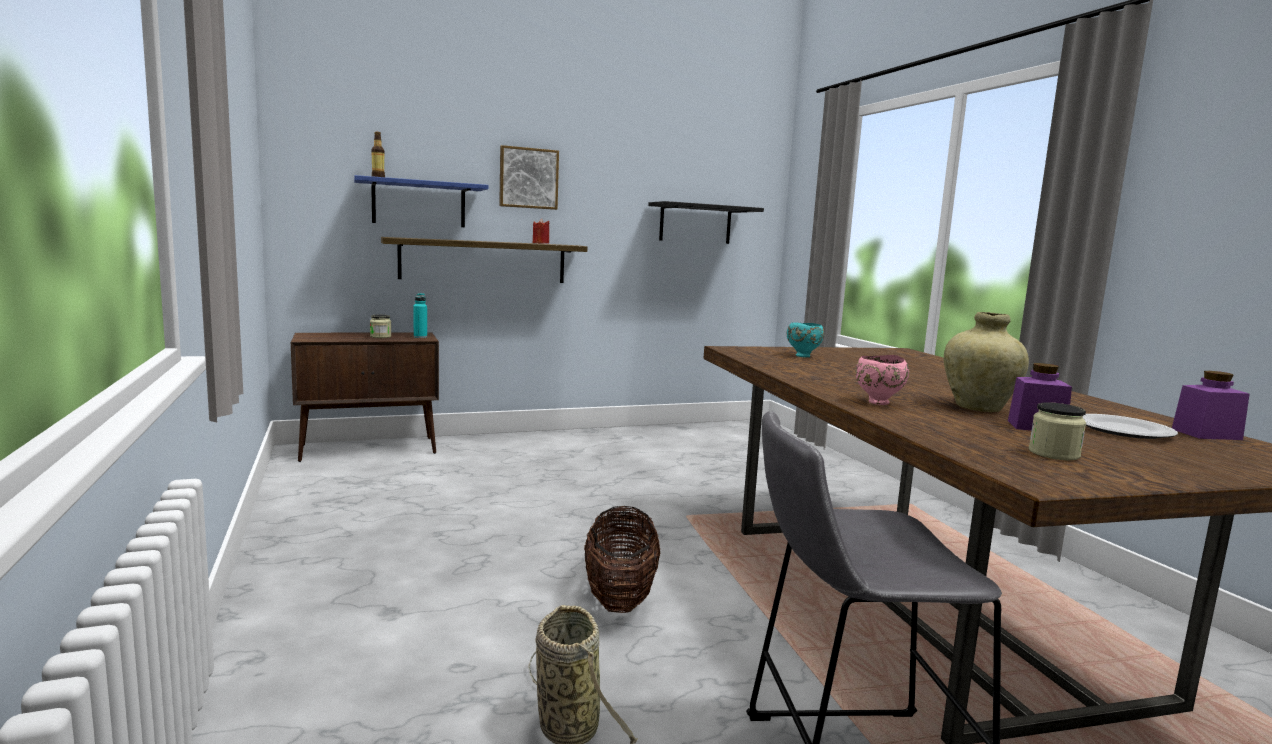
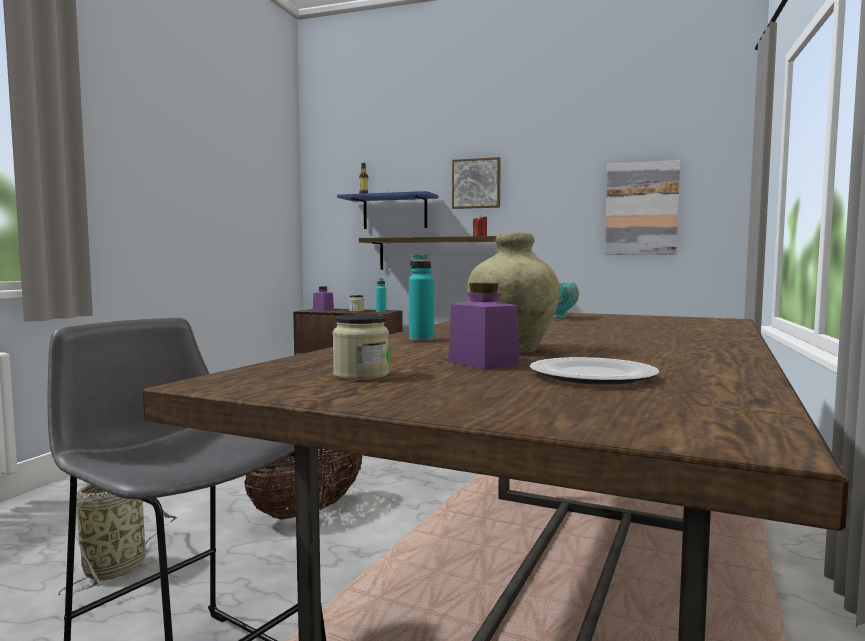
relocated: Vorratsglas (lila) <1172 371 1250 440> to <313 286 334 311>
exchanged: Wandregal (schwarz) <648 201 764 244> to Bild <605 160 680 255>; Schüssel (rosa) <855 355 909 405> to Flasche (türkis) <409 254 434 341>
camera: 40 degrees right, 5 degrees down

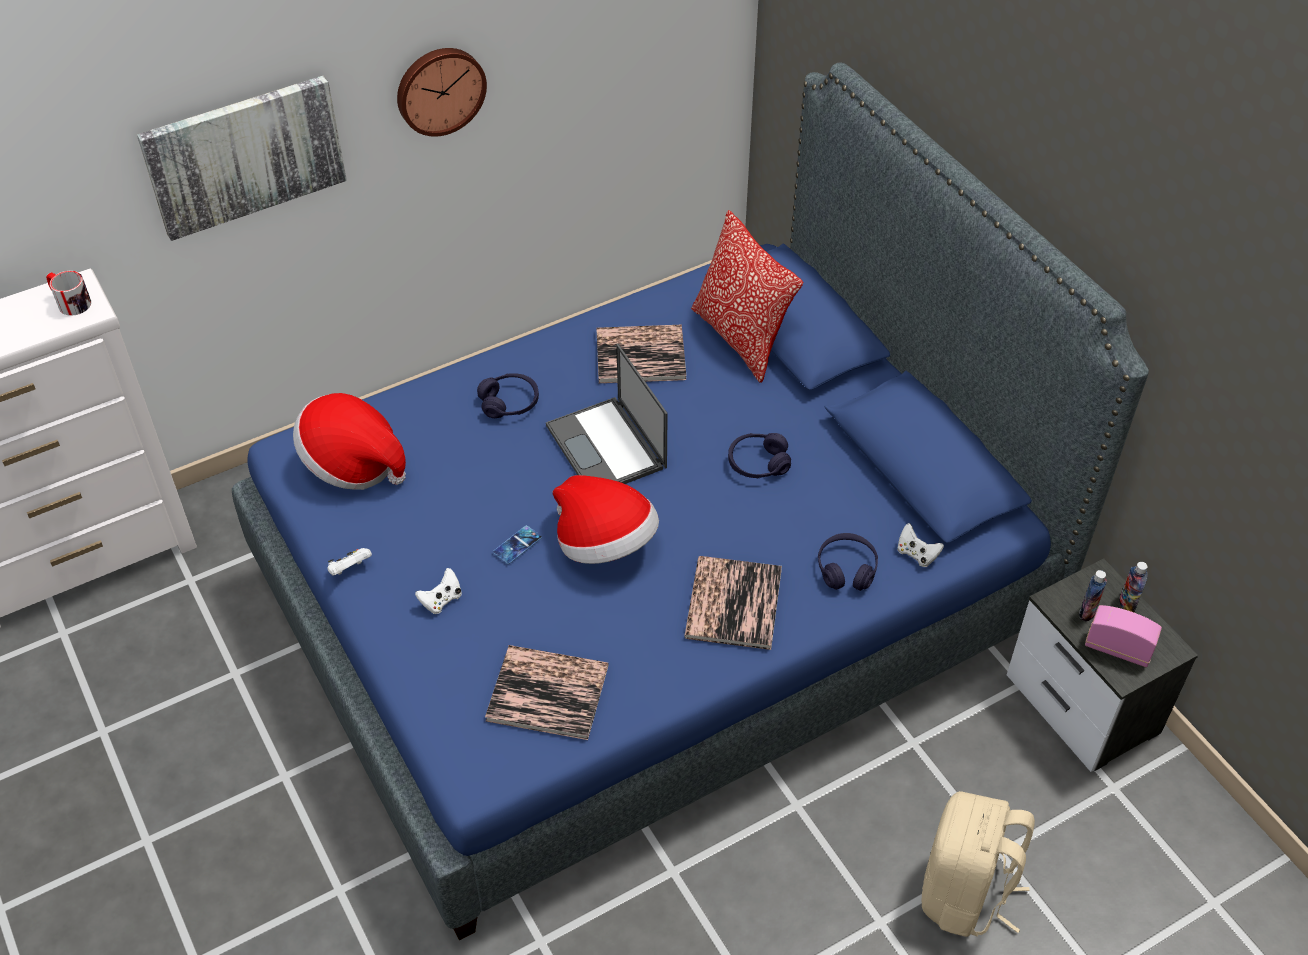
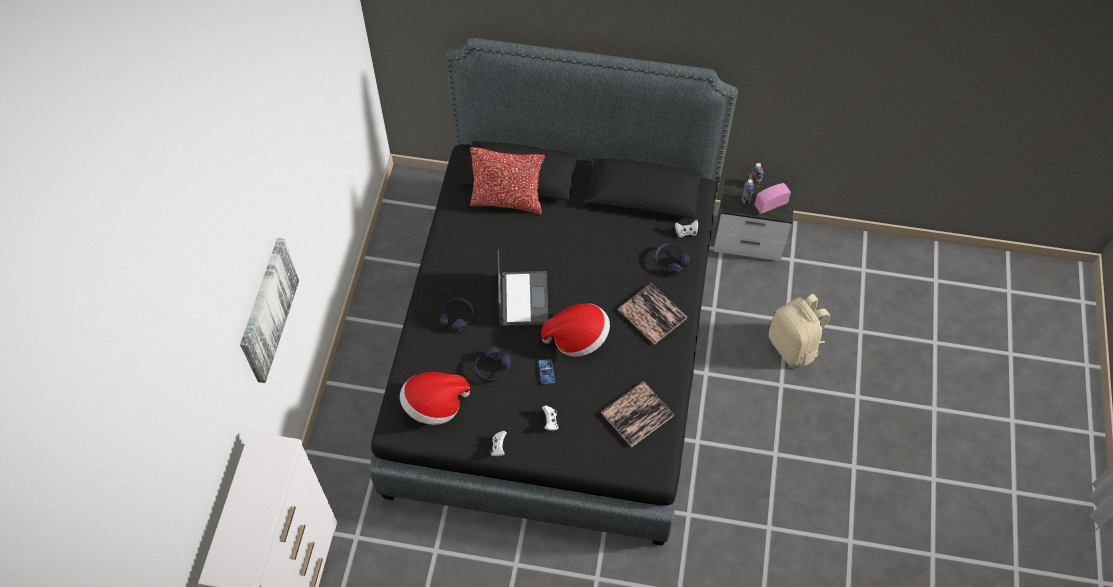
missing: Wanduhr <397 48 487 137>; Henkelbecher <46 271 91 316>; Buch <596 325 686 383>
relocated: Kopfhörer (lila) <728 433 791 478> to <475 347 511 382>
colour: Bett (blau) <232 62 1149 940> to Bett (schwarz) <369 38 738 546>
spun: Laptop <546 344 668 484> = <498 250 549 326> 105 degrees counterclockwise
camera: 50 degrees left, 10 degrees up

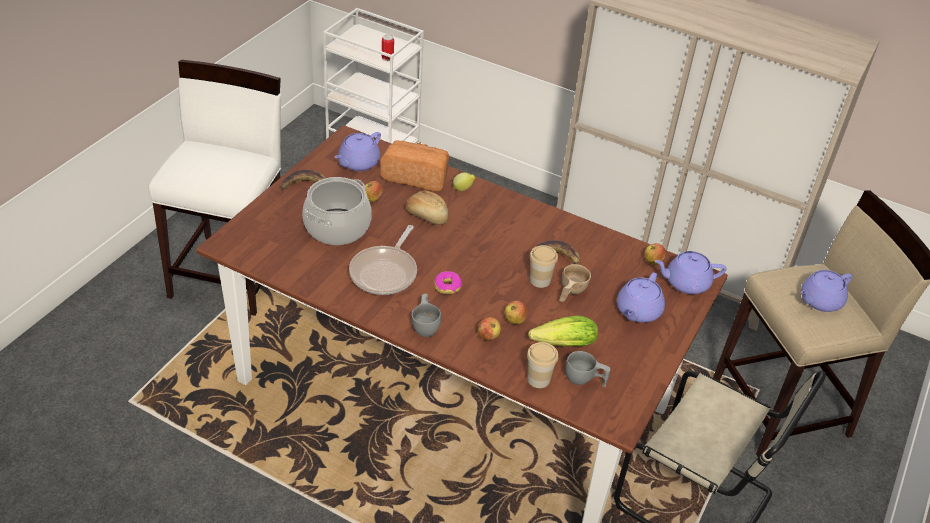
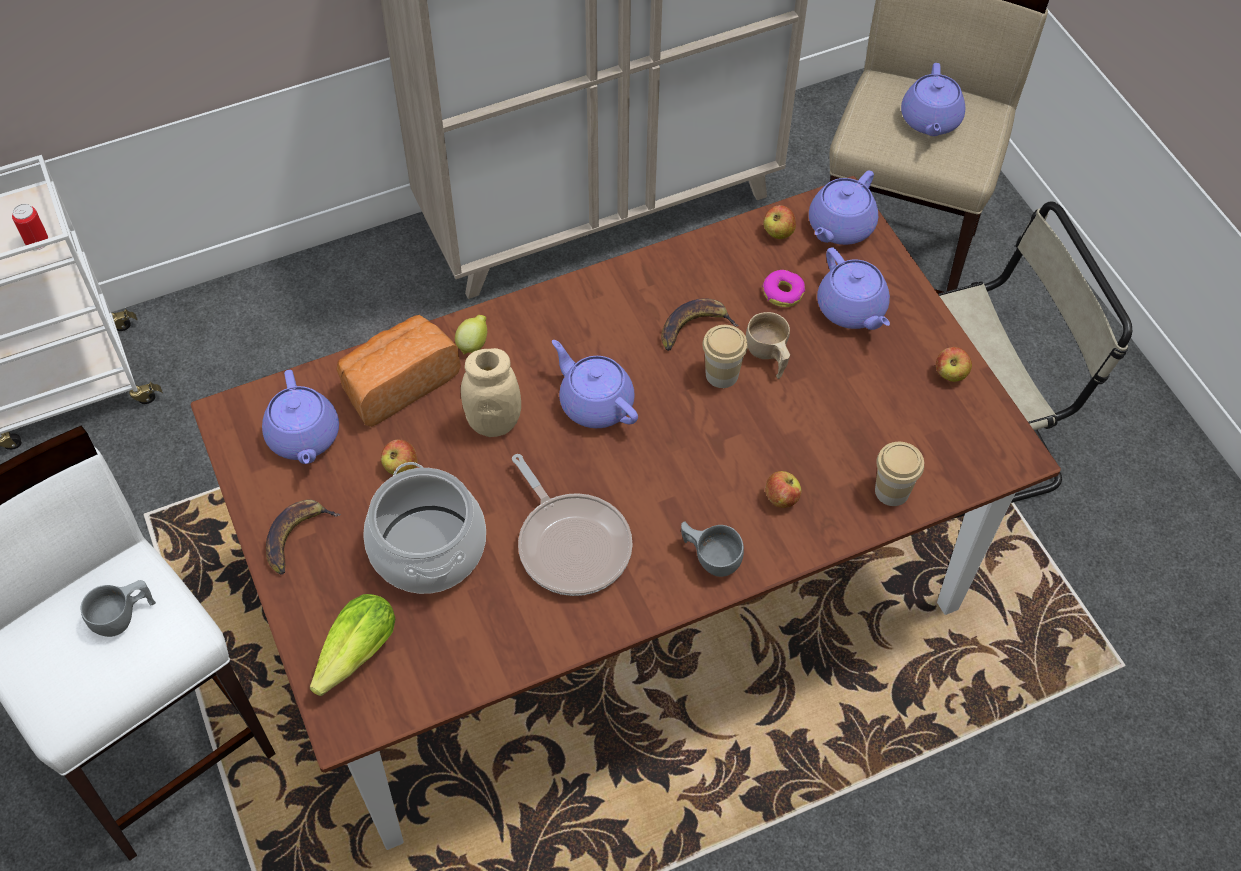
appeared: Teekanne (lila) <552 340 638 428>
relocated: Donut <434 271 462 294> to <762 270 805 307>; Apfel <505 301 527 324> to <936 347 972 382>; Salatkopf <528 316 598 347> to <310 594 395 696>; Tasse (grau) <565 351 611 387> to <80 580 156 637>
exchanged: Brot <405 190 449 225> to Vorratsglas (beige) <461 348 521 437>
camera: 50 degrees left, 15 degrees up

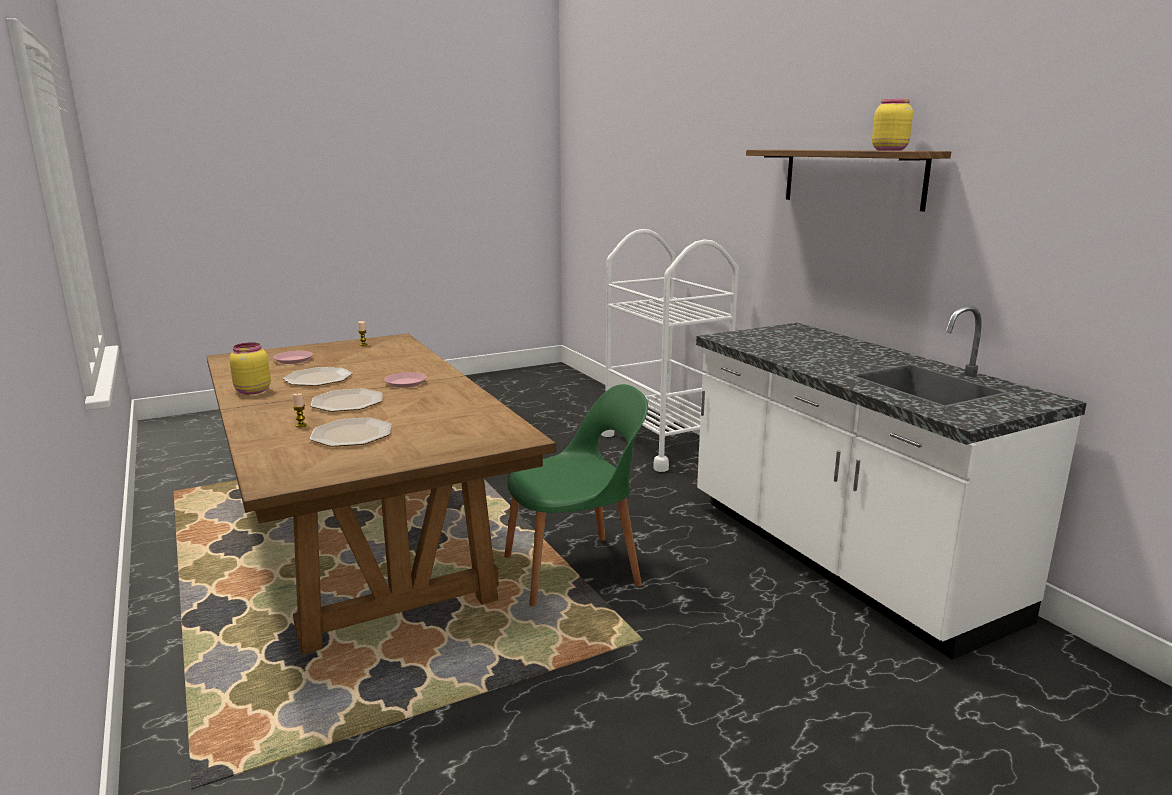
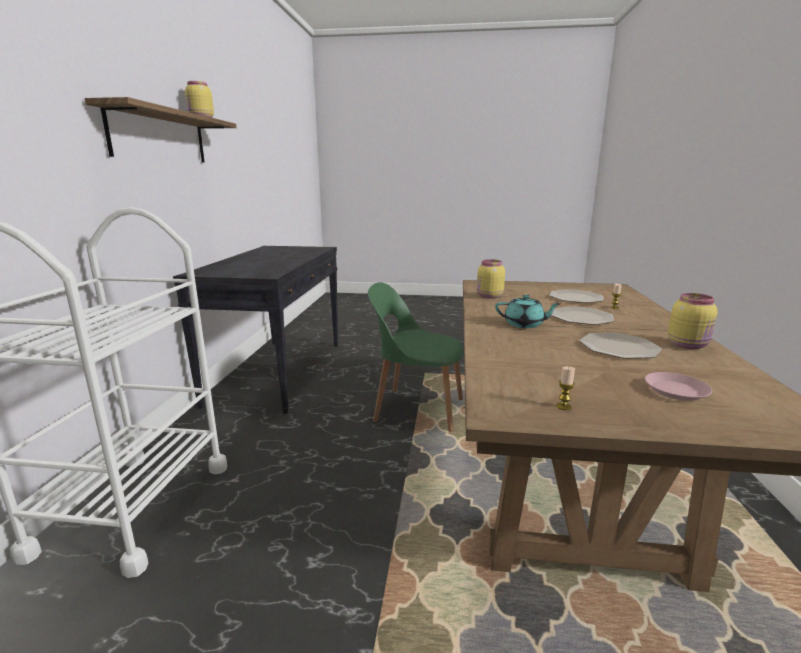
appeared: Vorratsglas (gelb) <477 259 505 299>
exchanged: Küchenzeile (weiß) <696 305 1087 660> to Konsolentisch (schwarz) <173 246 338 414>; Teller (rosa) <384 372 427 388> to Teekanne (türkis) <495 295 560 328>
camera: 145 degrees left, 0 degrees up

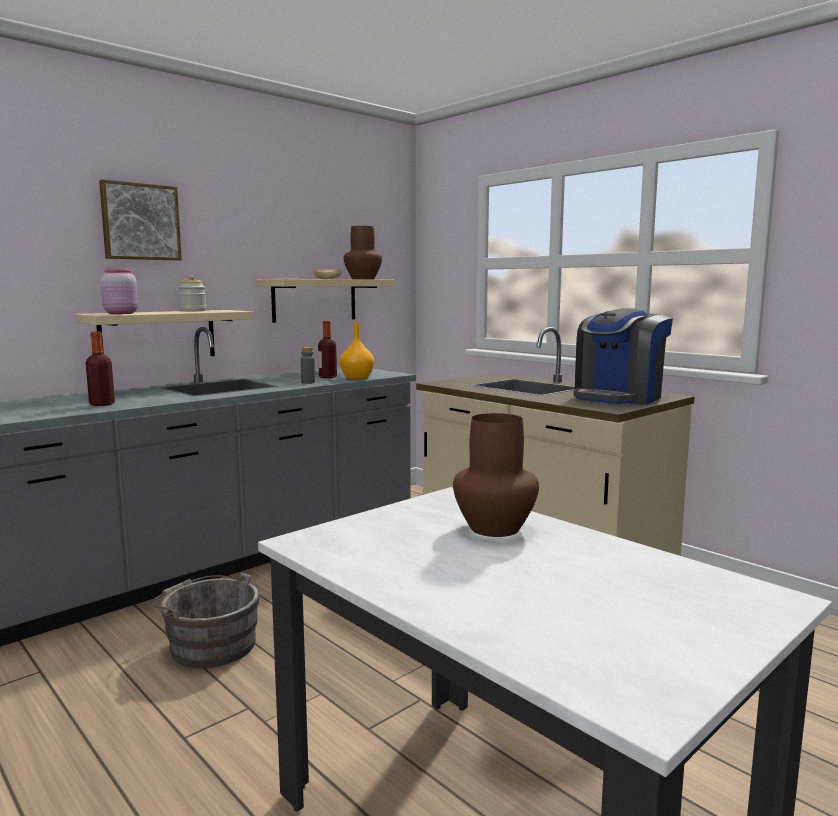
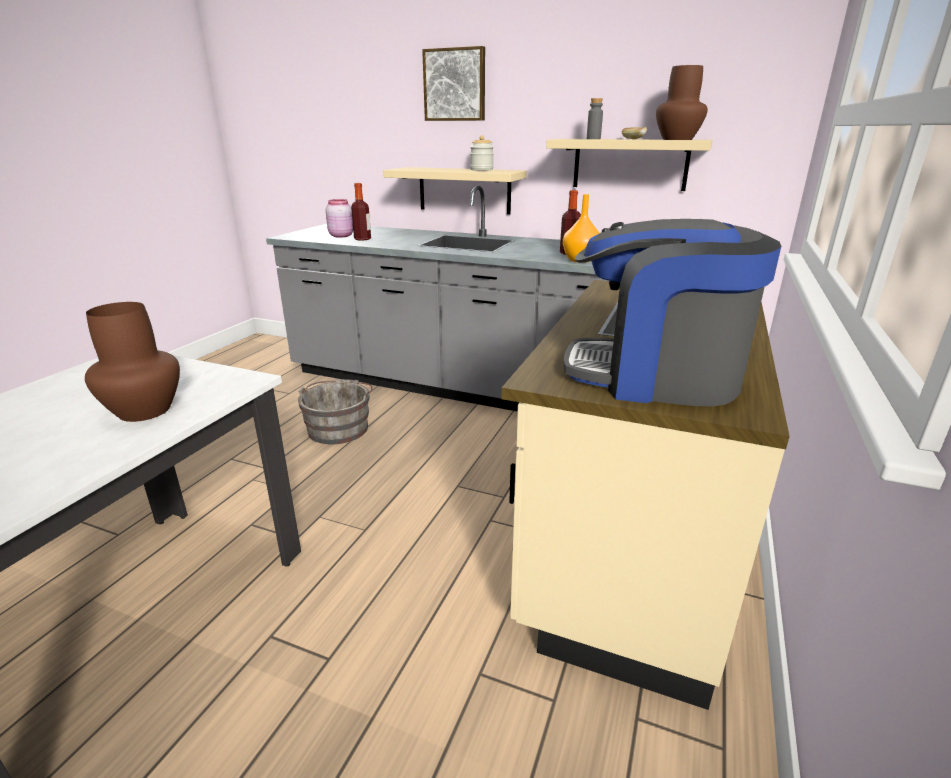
relocated: Vorratsglas (rosa) <101 268 138 314> to <326 199 353 237>; Flasche (grau) <301 347 315 384> to <587 98 603 139>
camera: 65 degrees right, 15 degrees up

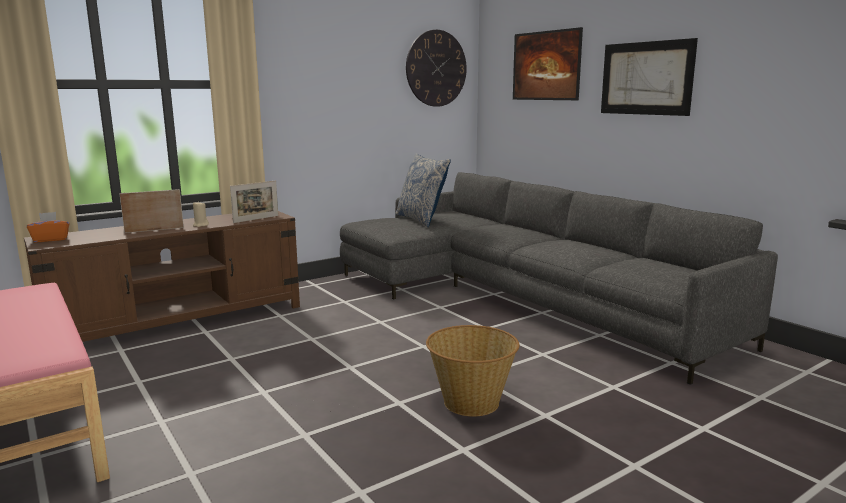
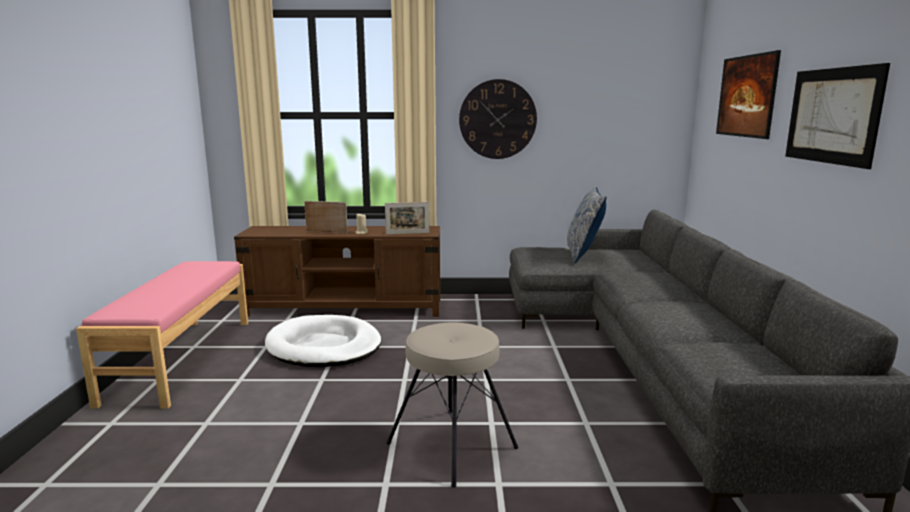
missing: Taschentuchbox (orange) <27 212 70 242>
appeared: Hundebett (weiß) <265 315 381 367>
relocated: Wanduhr <406 30 467 107> to <459 79 537 159>
exchanged: Korb <426 325 519 417> to Hocker (beige) <386 322 518 488>
camera: 35 degrees right, 0 degrees up

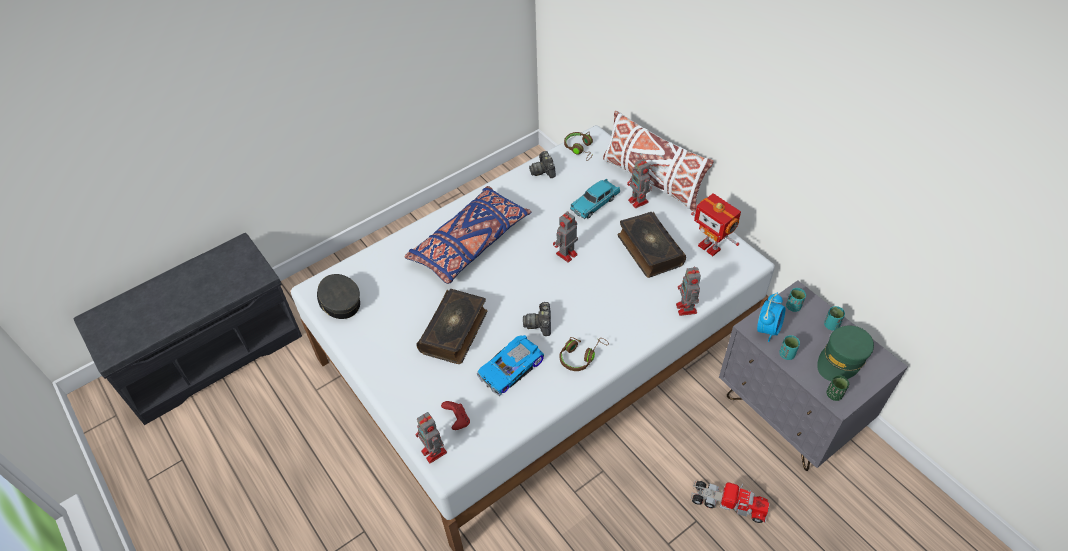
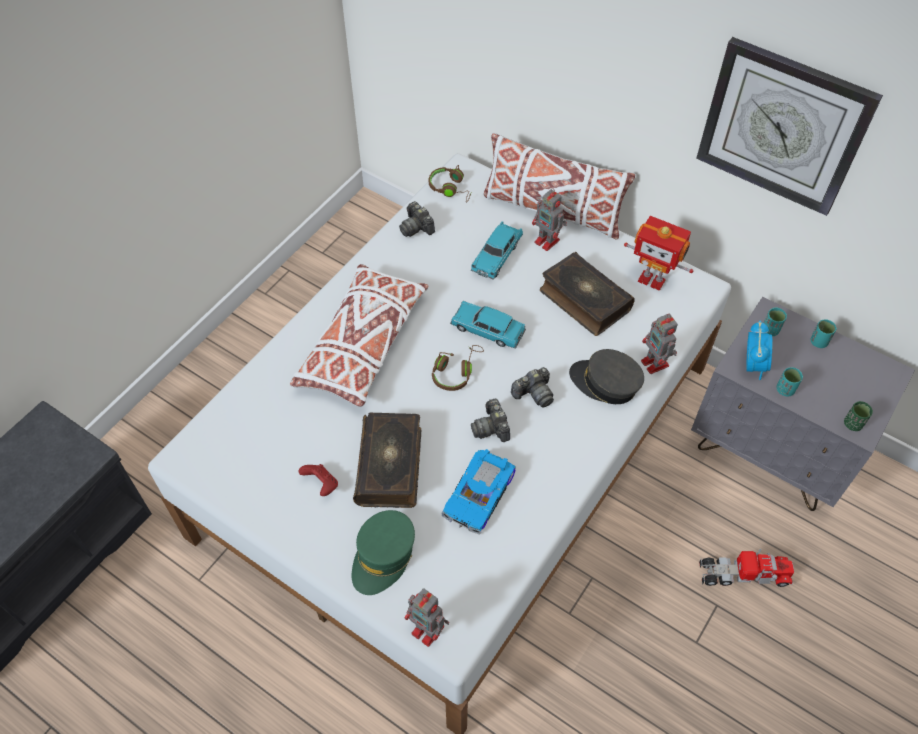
appeared: Wanduhr <696 37 883 216>; Kamera <511 367 554 408>
relocated: Kappe (grau) <317 274 360 319> to <569 349 644 404>; Kappe (grün) <817 325 874 381> to <352 510 415 595>; Kopfhörer (braun) <560 337 609 371> to <432 345 484 391>; Gamepad (rot) <441 401 470 430> to <298 464 338 496>
exchanged: Spielzeugroboter <553 211 578 263> to Spielzeugauto (türkis) <450 301 526 349>
colour: Kissen (blau) <404 186 532 284> to Kissen (weiß) <290 264 429 407>
camera: 20 degrees left, 5 degrees up

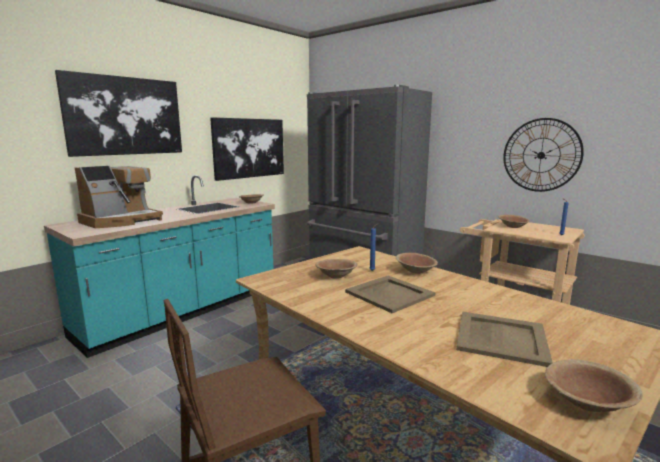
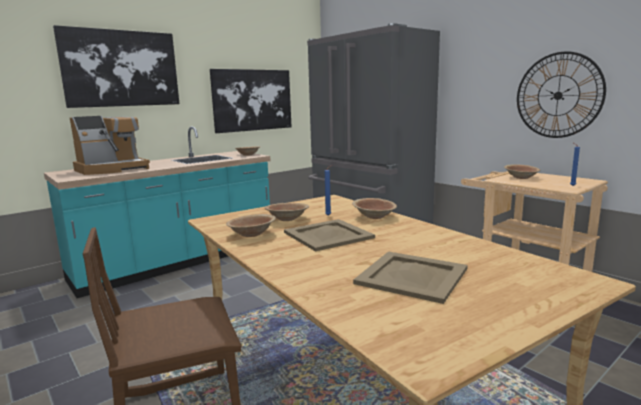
relocated: Schüssel (braun) <545 359 643 412> to <226 214 276 237>
camera: 10 degrees right, 0 degrees up

